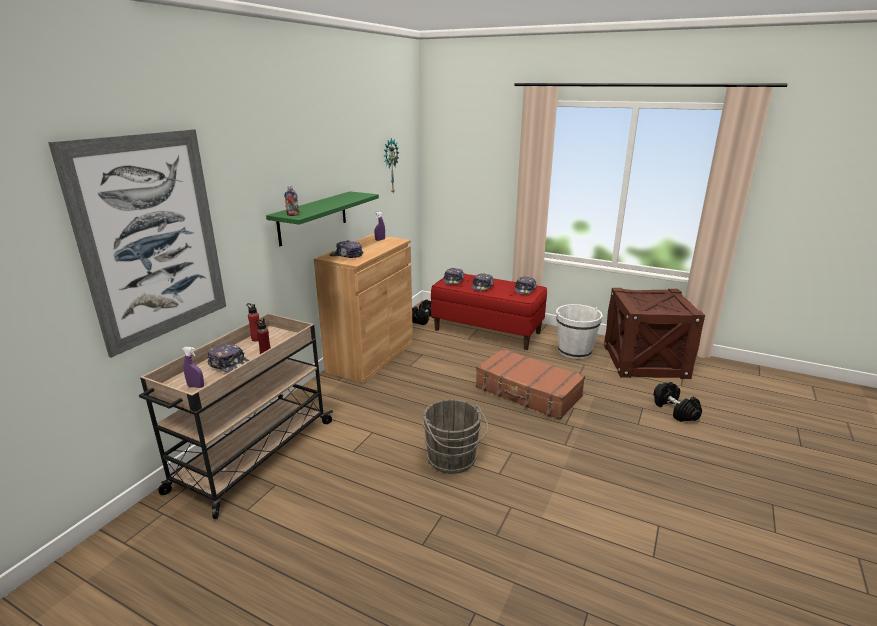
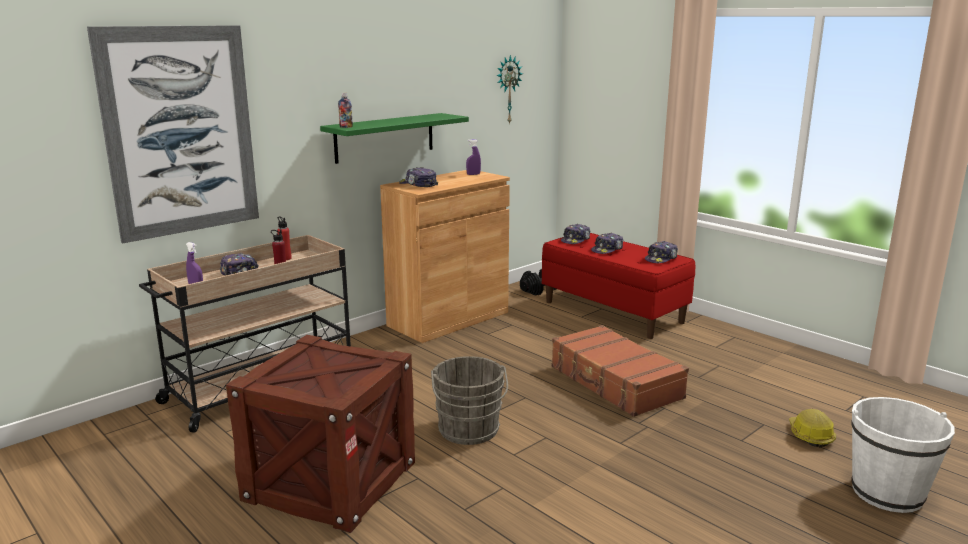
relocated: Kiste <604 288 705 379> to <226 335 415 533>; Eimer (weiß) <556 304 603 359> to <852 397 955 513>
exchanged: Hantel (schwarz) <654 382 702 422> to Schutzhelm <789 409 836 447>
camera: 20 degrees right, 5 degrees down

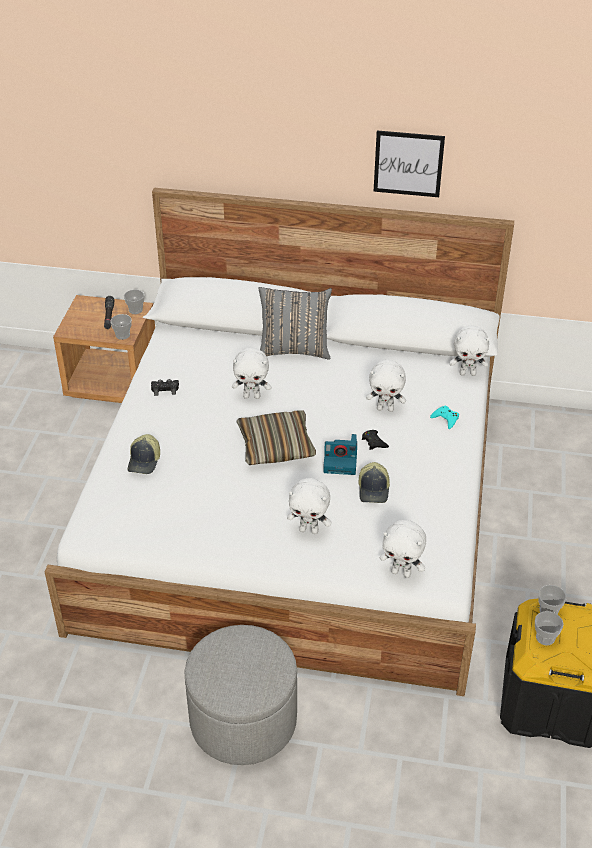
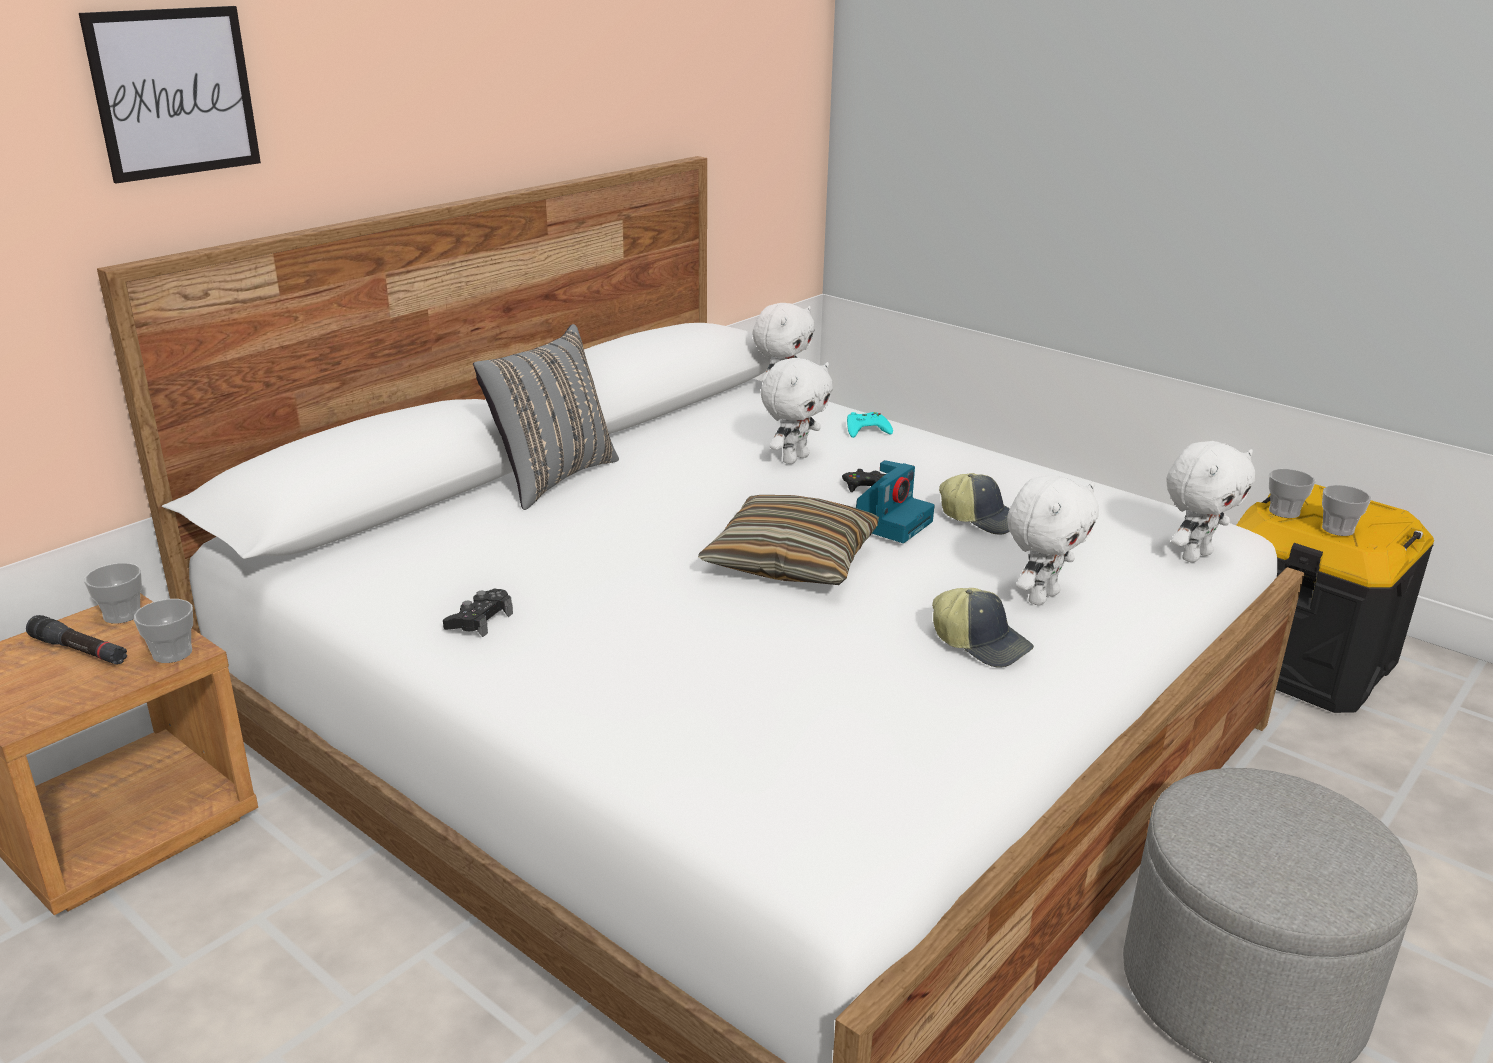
missing: Plüschtier (weiß) <232 348 271 399>
relocated: Bild <374 131 445 197> to <79 6 261 183>; Kappe <128 434 160 474> to <932 588 1034 668>
camera: 60 degrees left, 15 degrees down

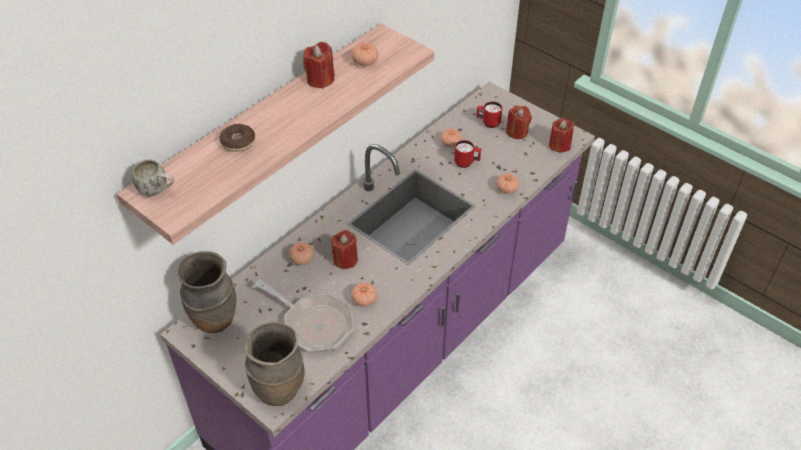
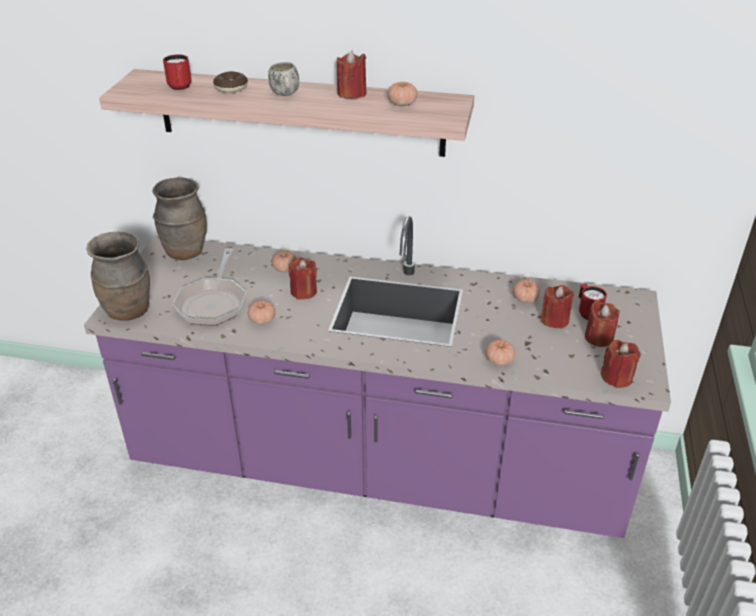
appeared: Kerze (rot) <541 285 574 329>
relocated: Henkelbecher (rot) <454 140 481 168> to <163 54 192 90>; Henkelbecher (weiß) <132 159 174 196> to <268 62 299 96>
camera: 60 degrees right, 10 degrees down

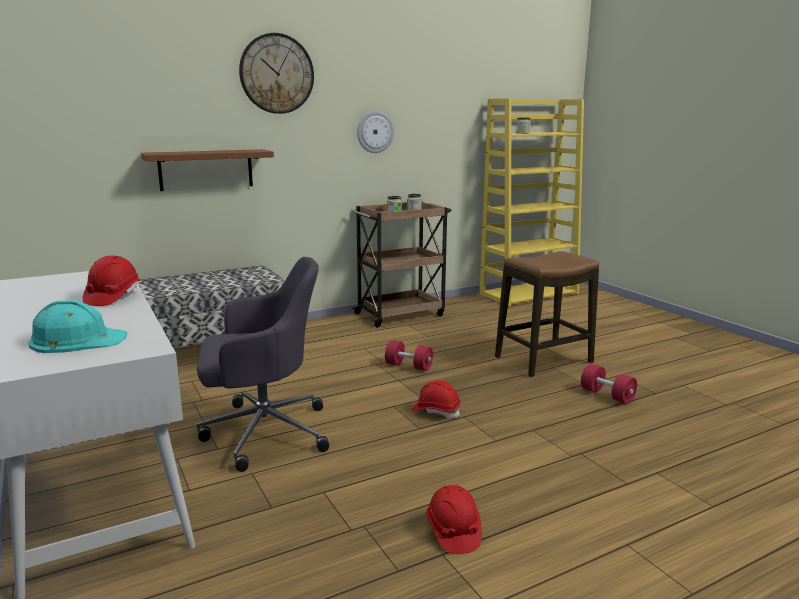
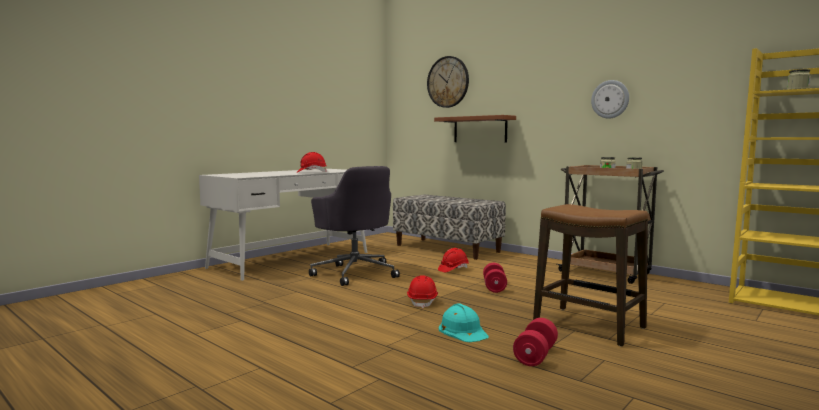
relocated: Wanduhr <239 33 314 114> to <427 56 469 108>; Schutzhelm (türkis) <28 300 128 353> to <439 303 489 342>; Schutzhelm (rot) <426 485 482 554> to <438 248 469 272>
camera: 70 degrees right, 10 degrees down

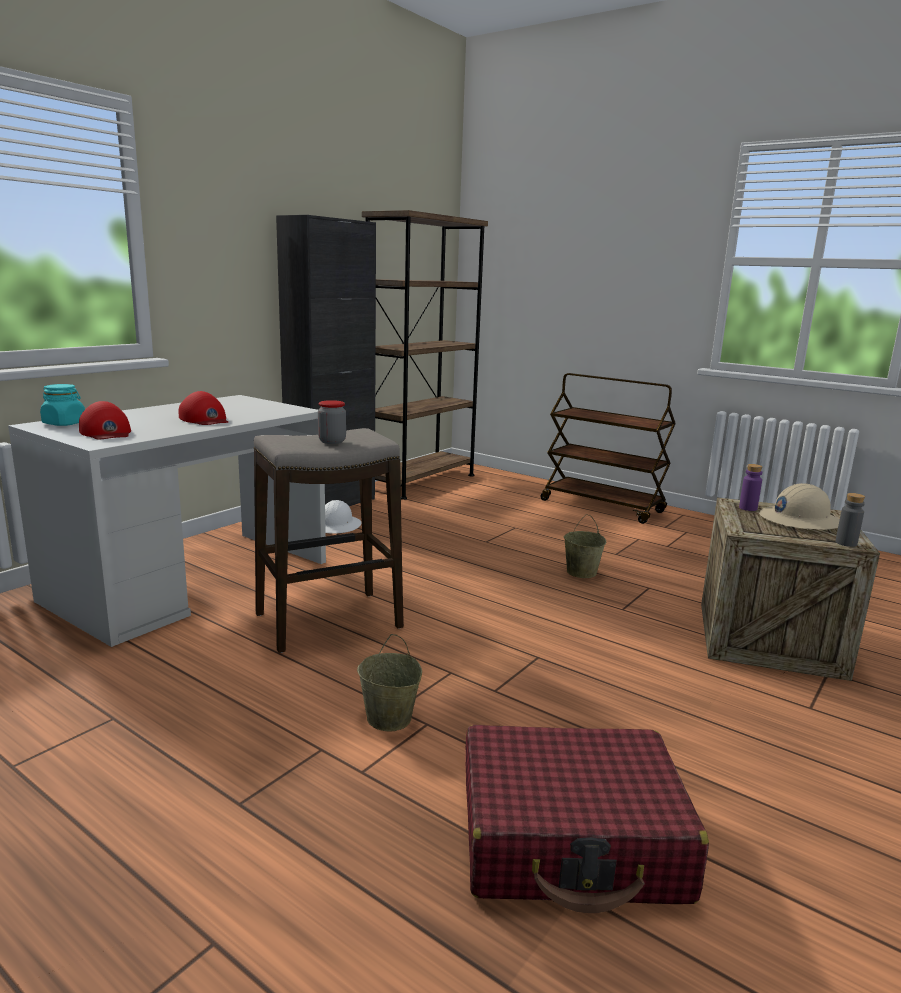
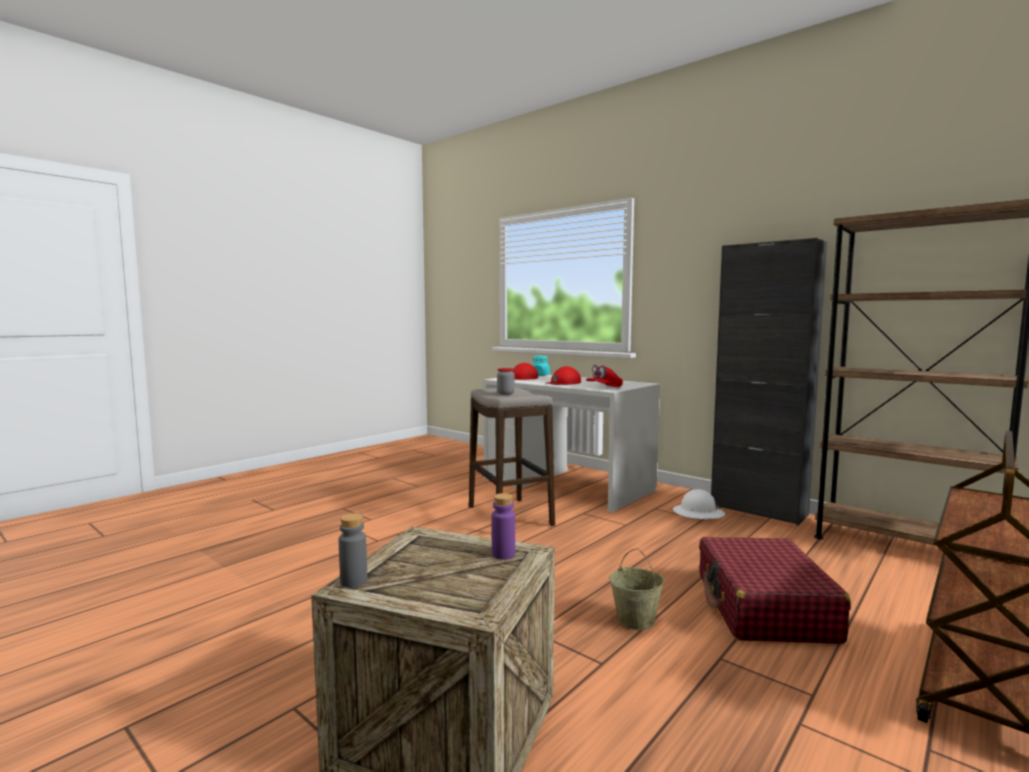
missing: Schutzhelm (beige) <759 483 840 530>; Eimer (beige) <357 634 422 732>
appeared: Kappe (rot) <586 365 623 387>
relocated: Koffer (rot) <465 725 709 913> to <699 537 851 644>
camera: 95 degrees right, 10 degrees down

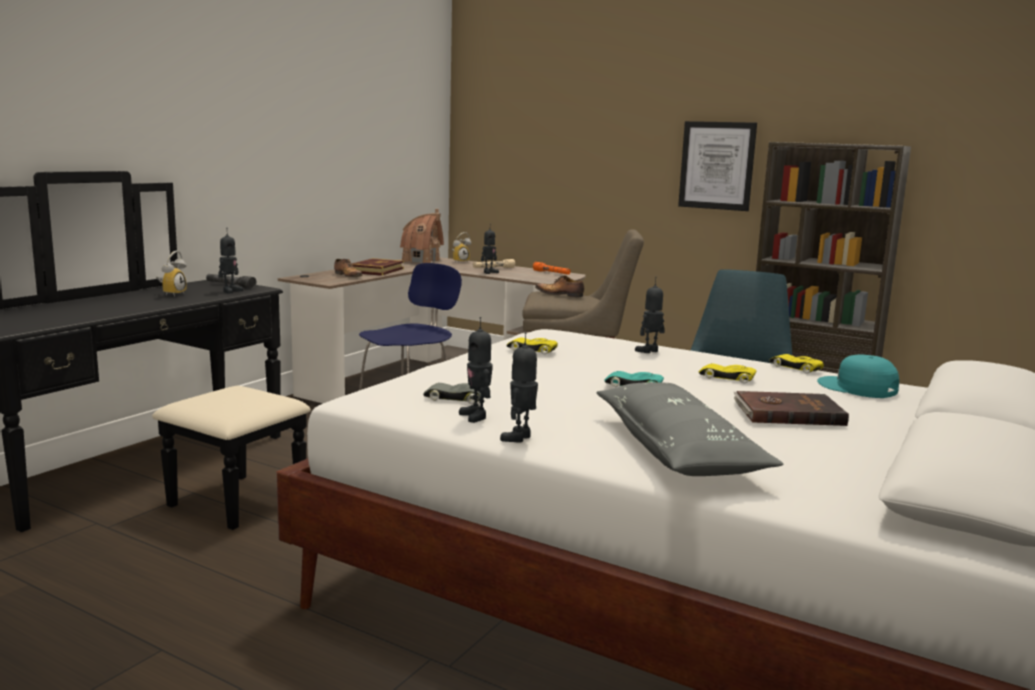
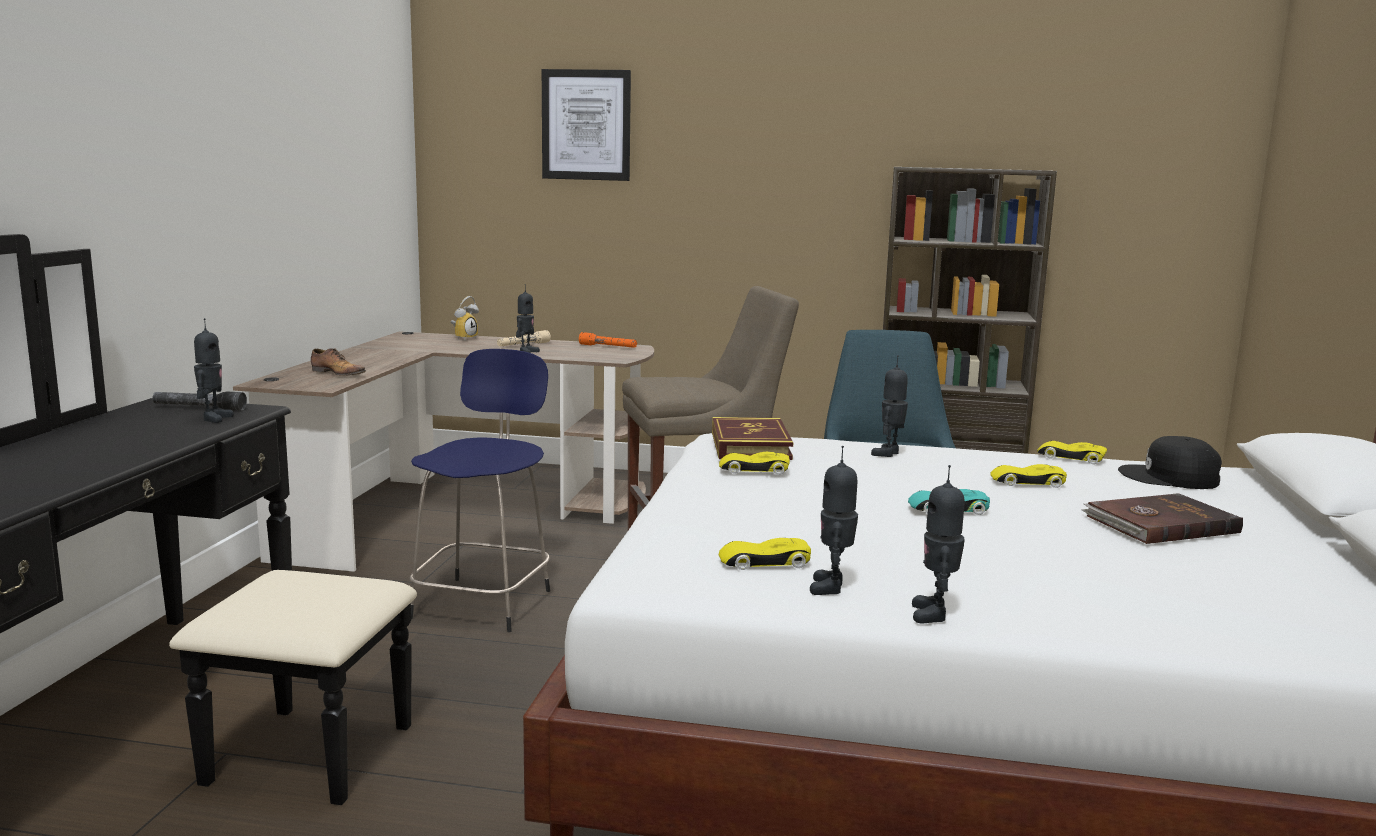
missing: Spielzeughaus <400 209 444 263>; Wecker <156 251 186 296>; Schuh <535 275 584 297>; Kissen (grau) <597 382 783 476>
relocated: Bild <678 121 757 211> to <542 69 631 181>; Buch <352 258 404 276> to <712 417 793 460>
colour: Kappe (türkis) <817 354 899 398> to Kappe (schwarz) <1118 436 1222 489>; Spielzeugauto (grau) <423 383 481 404> to Spielzeugauto (gelb) <719 538 811 570>
spun: Spielzeugroboter <459 317 493 423> = <810 446 858 595> 60 degrees clockwise
camera: 20 degrees left, 0 degrees up

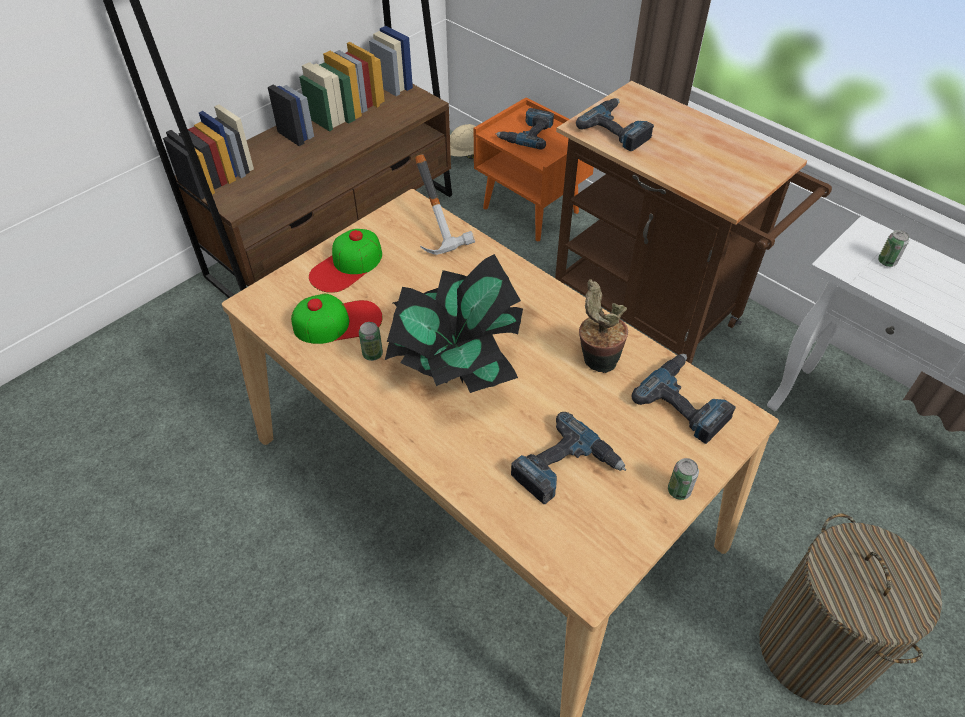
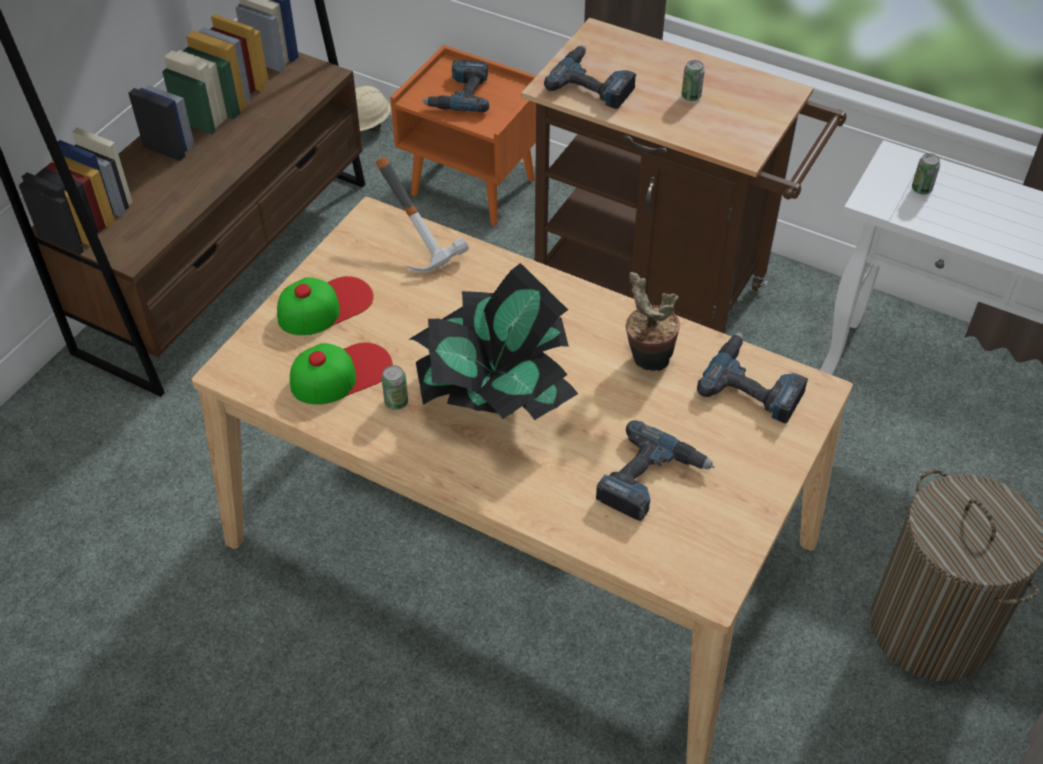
relocated: Dose <668 458 699 500> to <681 60 705 101>
spun: Kappe <309 229 382 293> = <277 276 374 335> 150 degrees counterclockwise
camera: 15 degrees left, 0 degrees up

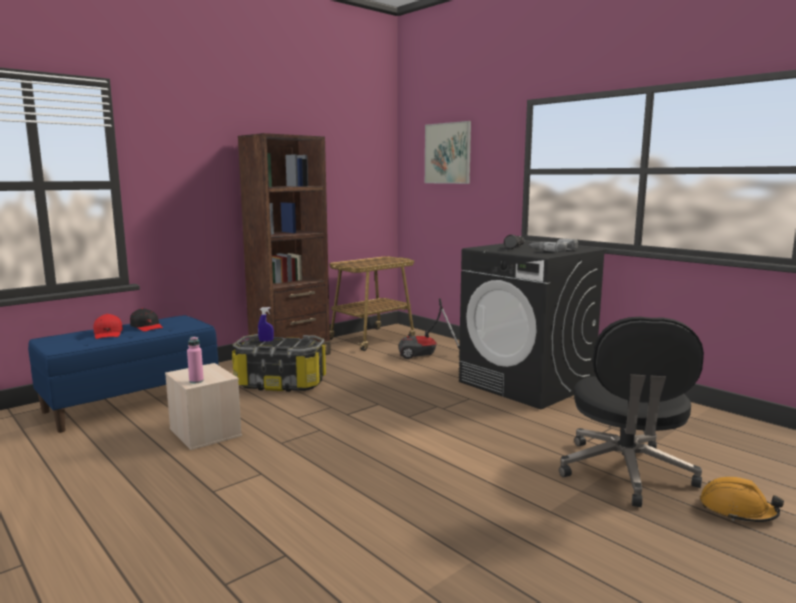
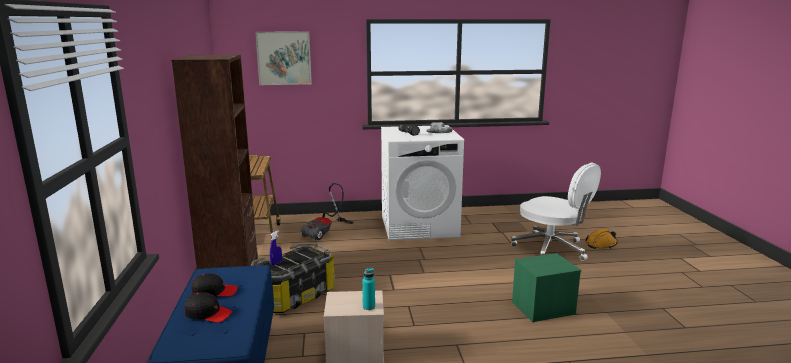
appeared: Aufbewahrungsbox (grün) <512 253 581 322>
colour: Waschmaschine (schwarz) <459 241 606 409> to Waschmaschine (weiß) <381 125 464 241>; Kappe (rot) <93 314 123 339> to Kappe (schwarz) <184 292 232 322>; Bürostuhl (schwarz) <559 317 704 507> to Bürostuhl (weiß) <511 163 601 261>; Flasche (rosa) <187 336 204 384> to Flasche (türkis) <362 268 375 310>
camera: 55 degrees left, 5 degrees up

